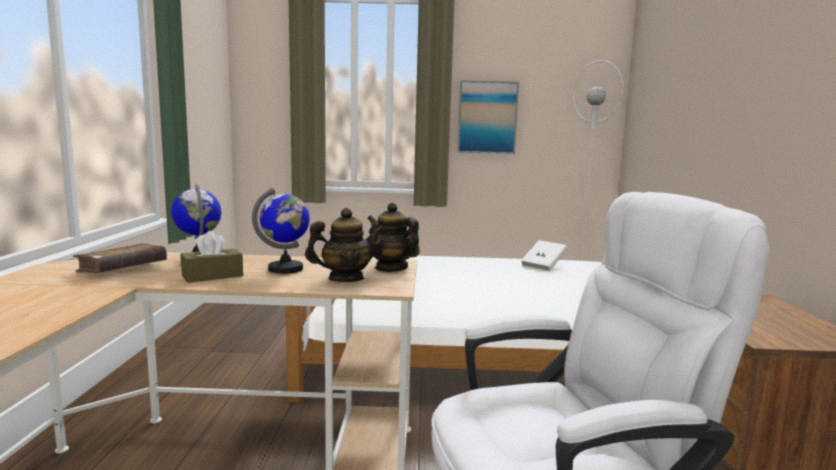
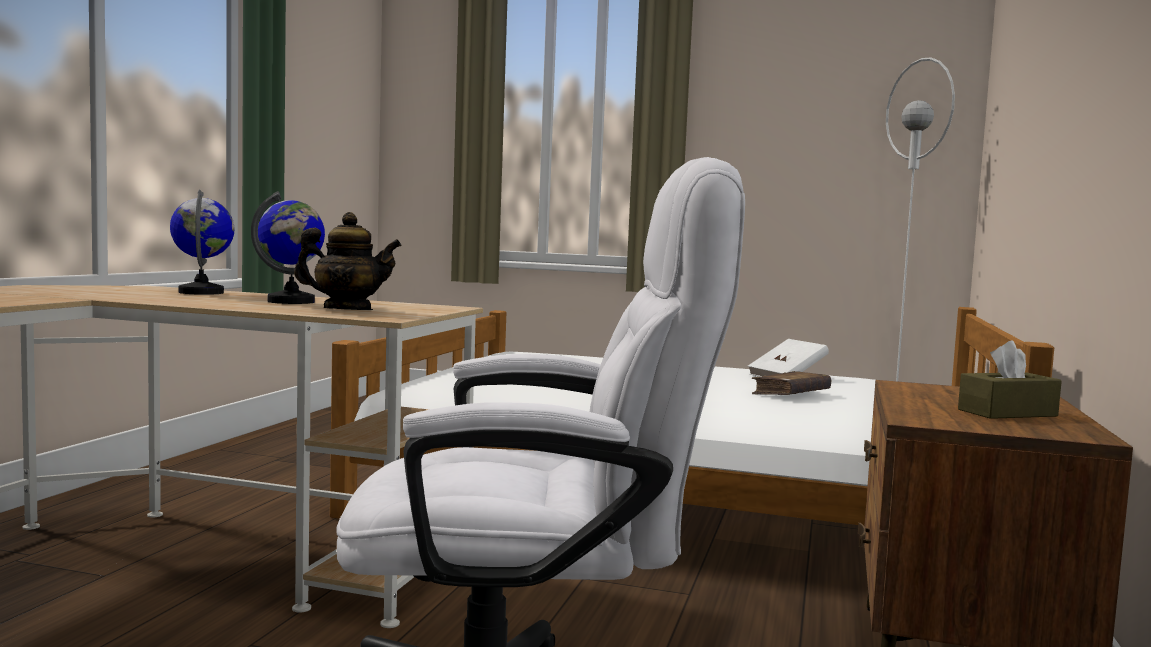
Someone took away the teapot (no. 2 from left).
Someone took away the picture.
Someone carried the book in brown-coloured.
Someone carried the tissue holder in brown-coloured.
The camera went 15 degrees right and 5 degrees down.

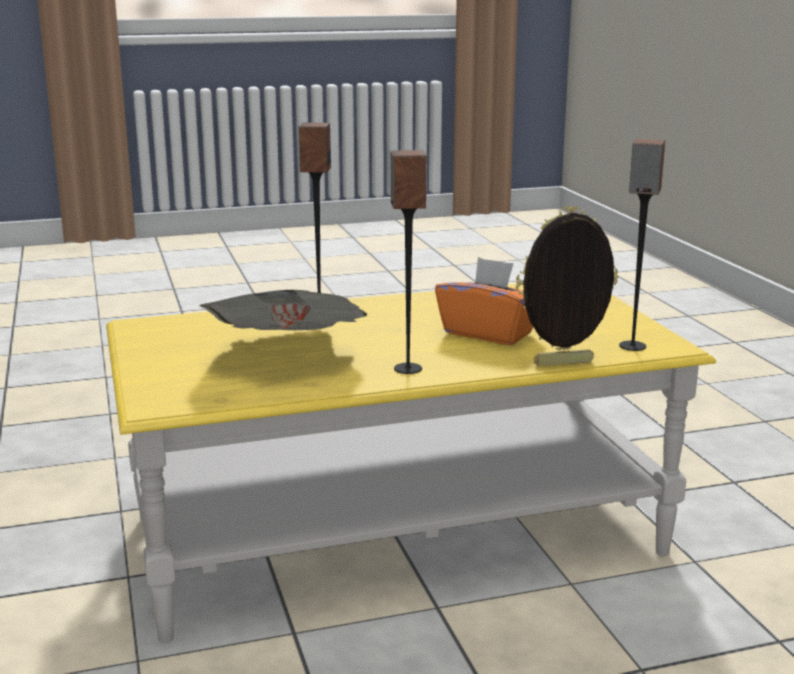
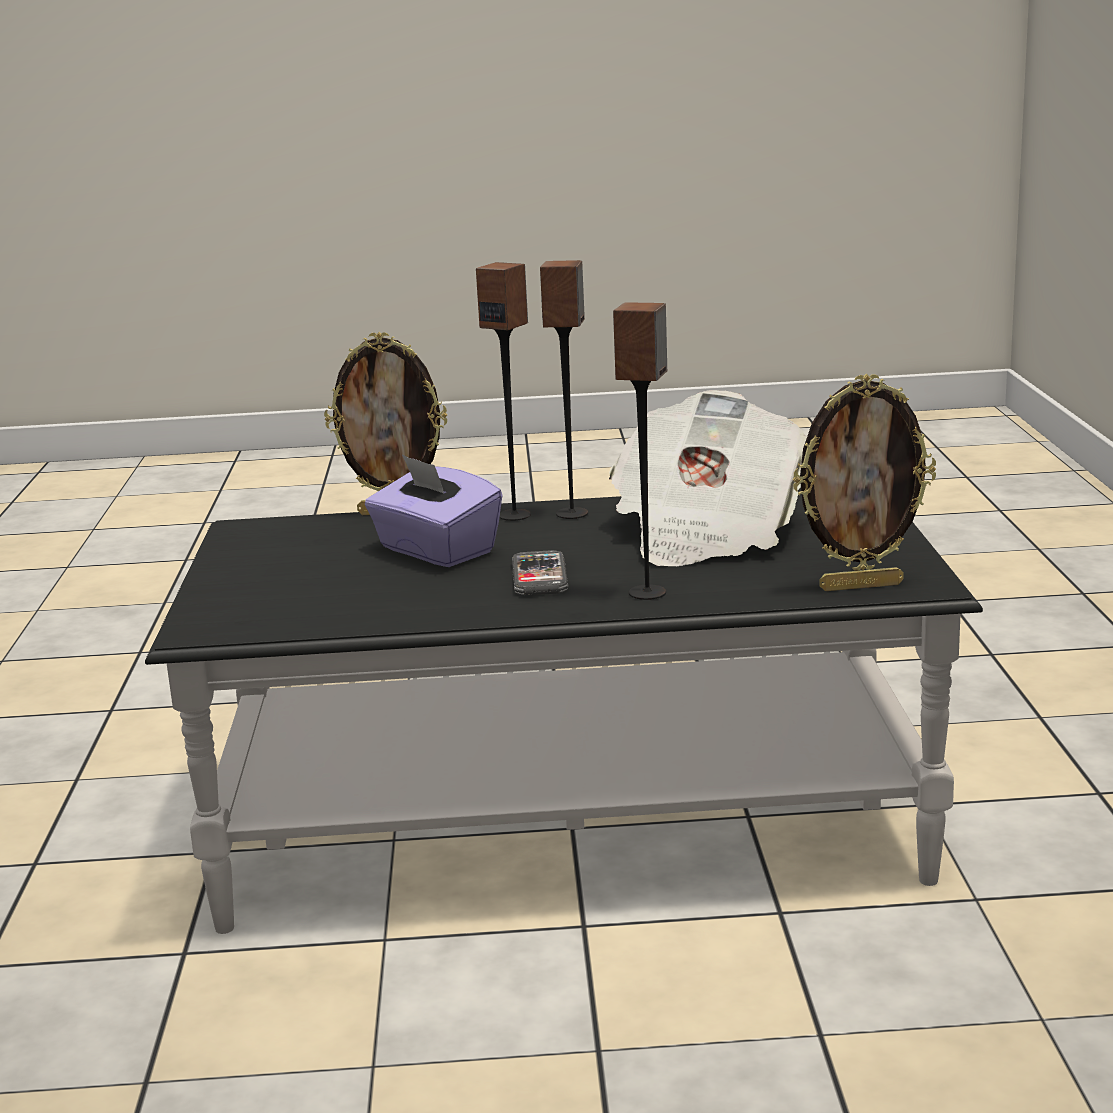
Someone put down the handset.
Someone put down the photo frame (no. 2 from left).
Someone carried the audio speaker (no. 3 from left in the first image).
Someone repainted the coffee table in yellow, which became the coffee table in black-coloured.
Someone repainted the tissue holder in orange, which became the tissue holder in purplish.
The camera went 165 degrees left and 0 degrees up.

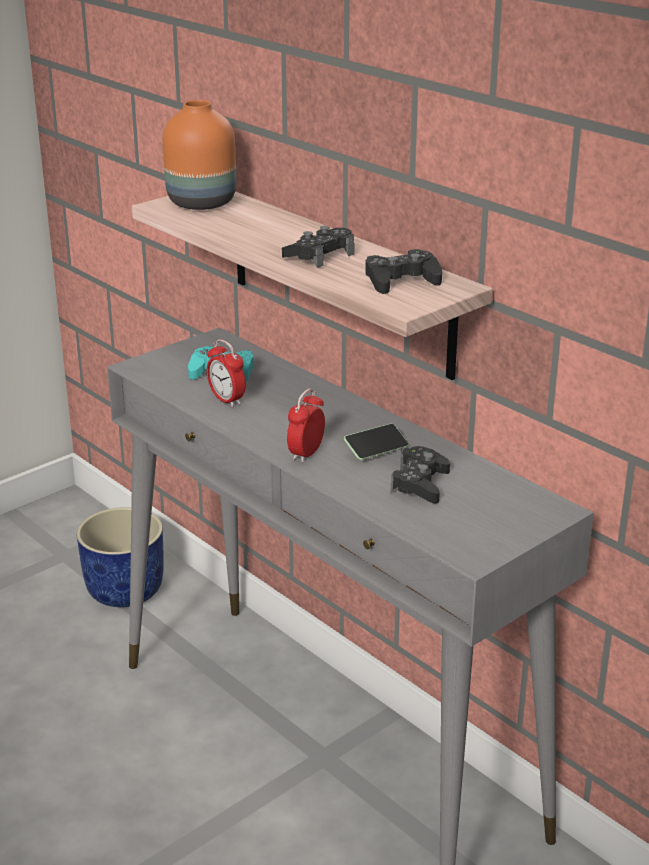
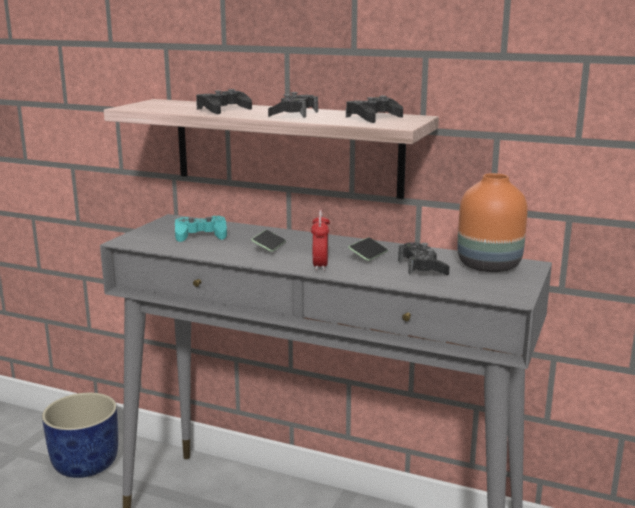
Someone took away the alarm clock (no. 1 from left).
Someone put down the gamepad in black-coloured (no. 1 from left).
Someone put down the handset (no. 1 from left).
Someone carried the vase in orange.
The camera went 25 degrees left and 10 degrees down.

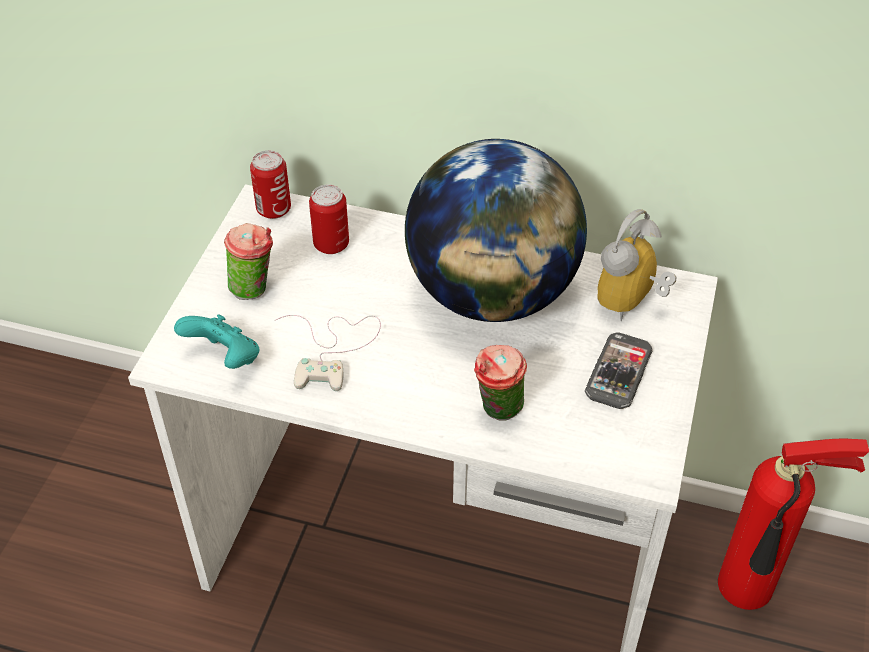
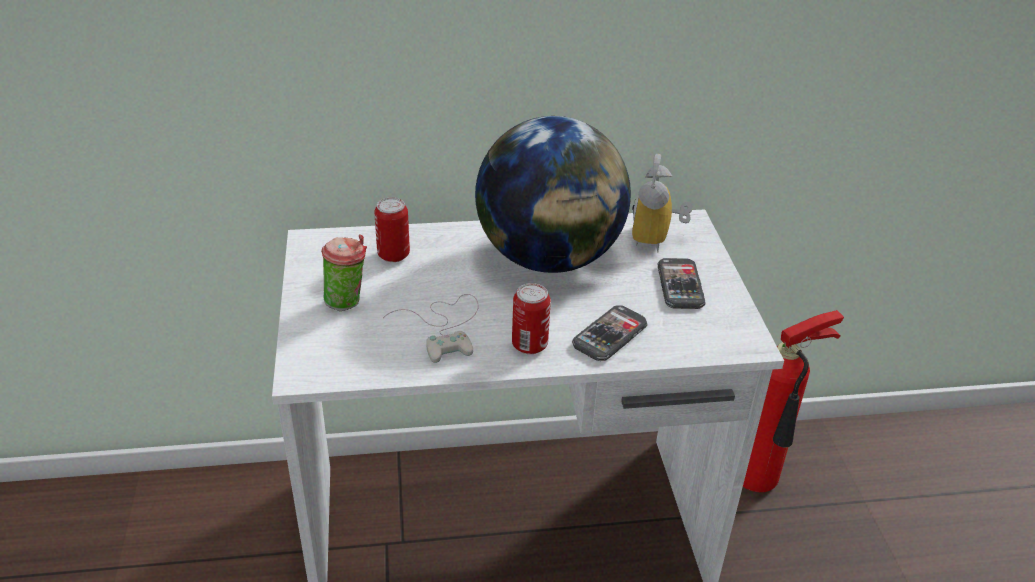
Someone took away the gamepad in turquoise.
Someone carried the sealed can (no. 1 from left in the first image).
Someone swapped the cup (no. 2 from left) for the handset (no. 1 from left).
The camera went 25 degrees left and 10 degrees down.

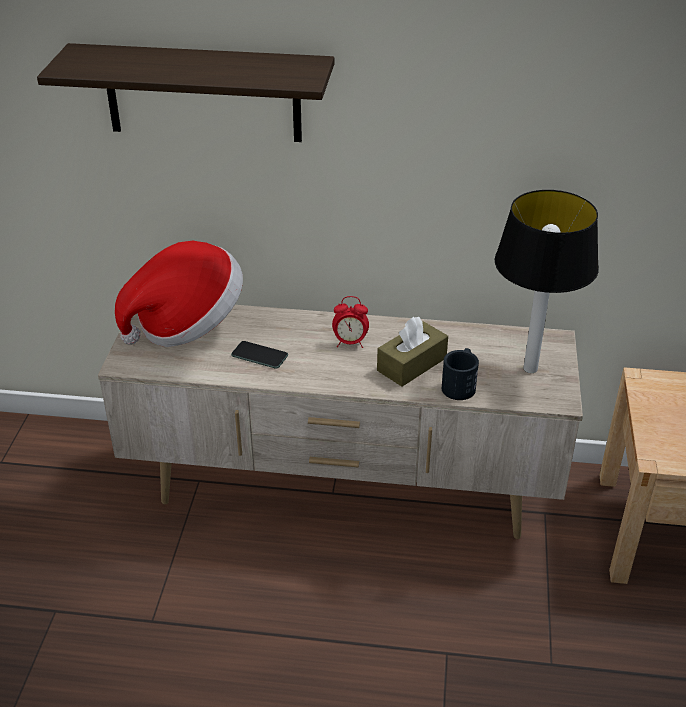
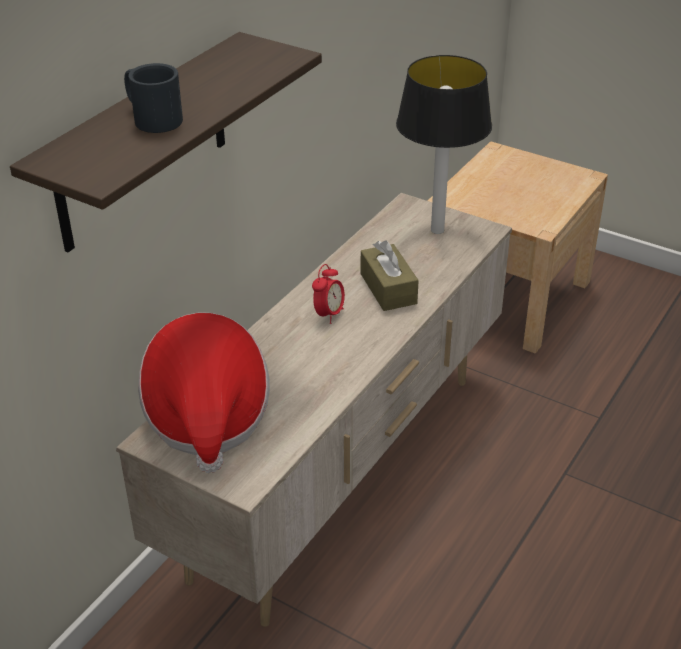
Someone took away the handset.
Someone carried the mug in black-coloured.
The camera went 65 degrees left and 0 degrees up.

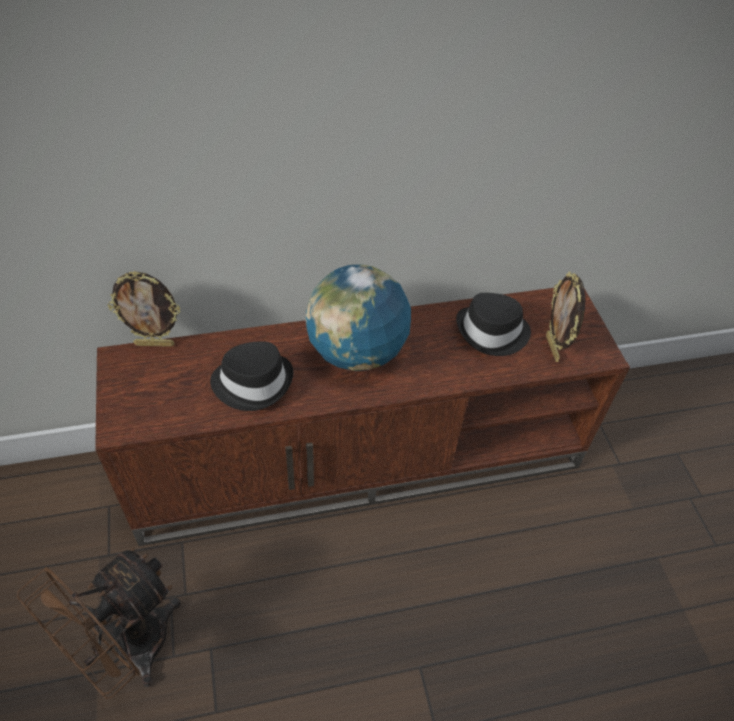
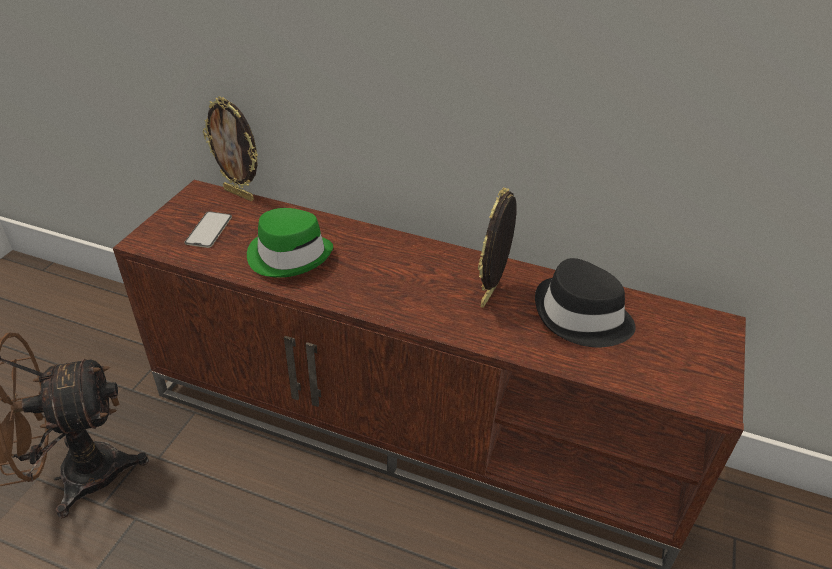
Someone took away the world globe.
Someone put down the handset.
Someone carried the photo frame (no. 2 from left).
Someone repainted the hat in black-coloured (no. 1 from left), which became the hat in green.
The camera went 35 degrees right and 10 degrees down.

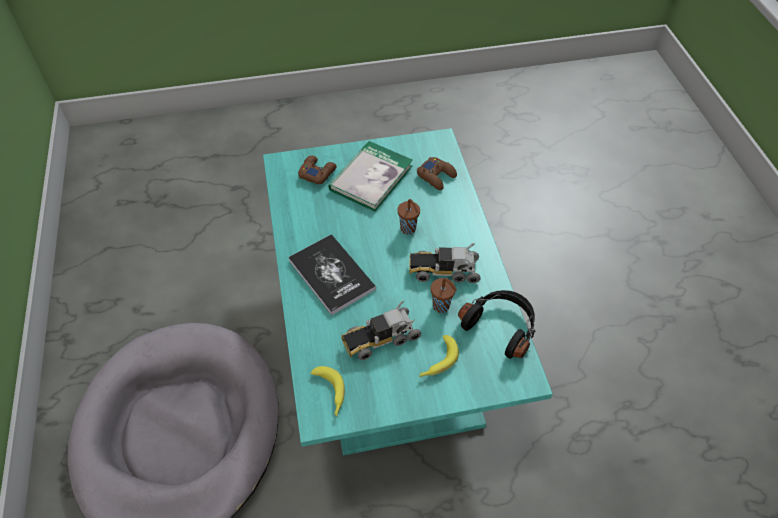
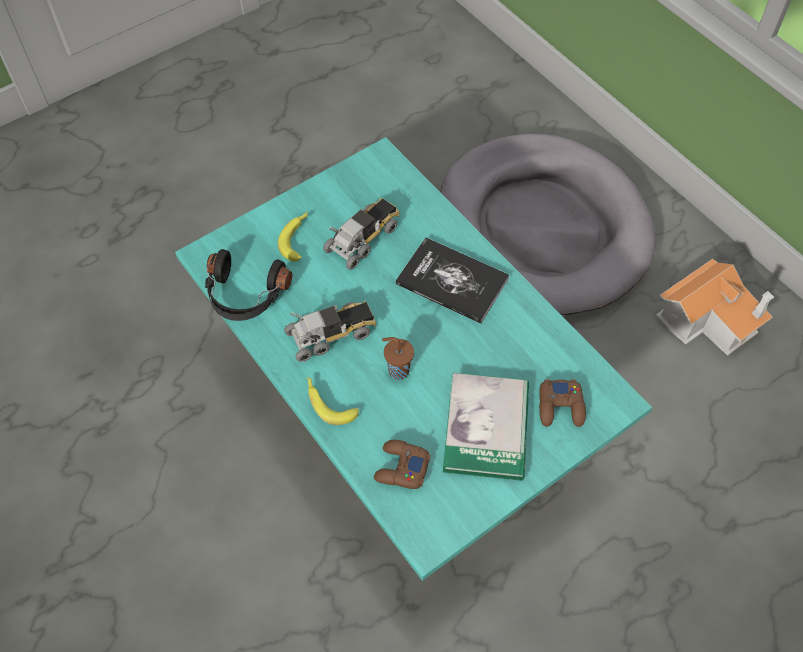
Someone took away the cup in brown-coloured (no. 2 from left).
Someone put down the miniature house.
Someone carried the whole banana (no. 1 from left in the first image).
The camera went 155 degrees right and 5 degrees up.

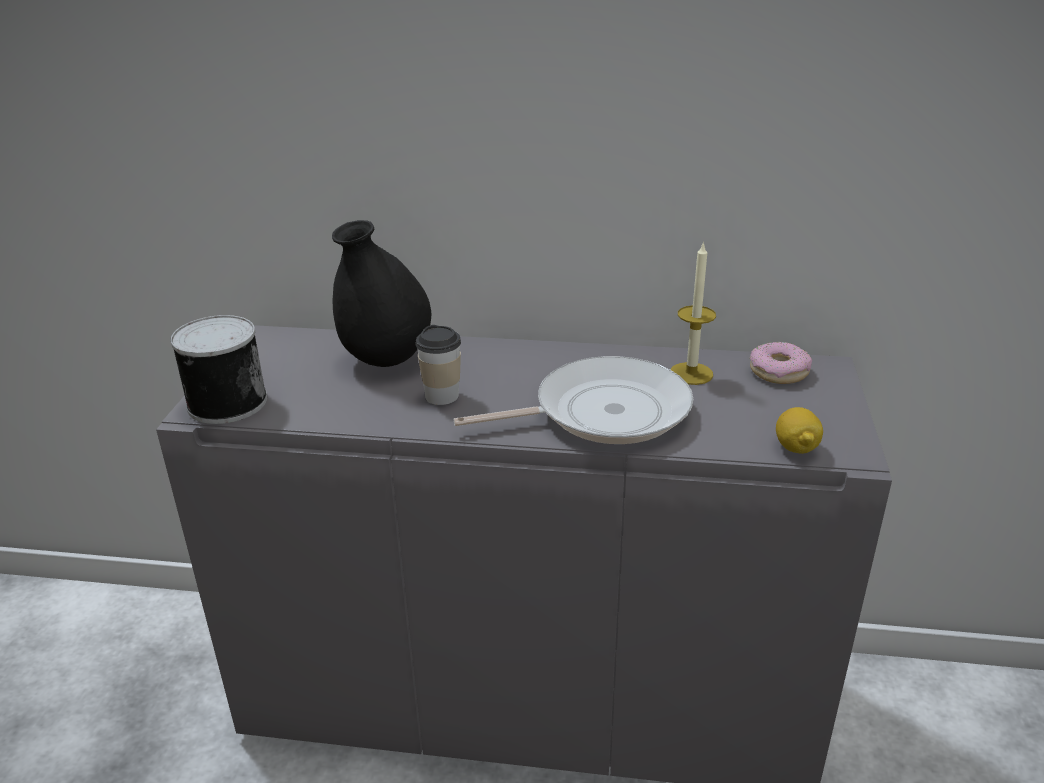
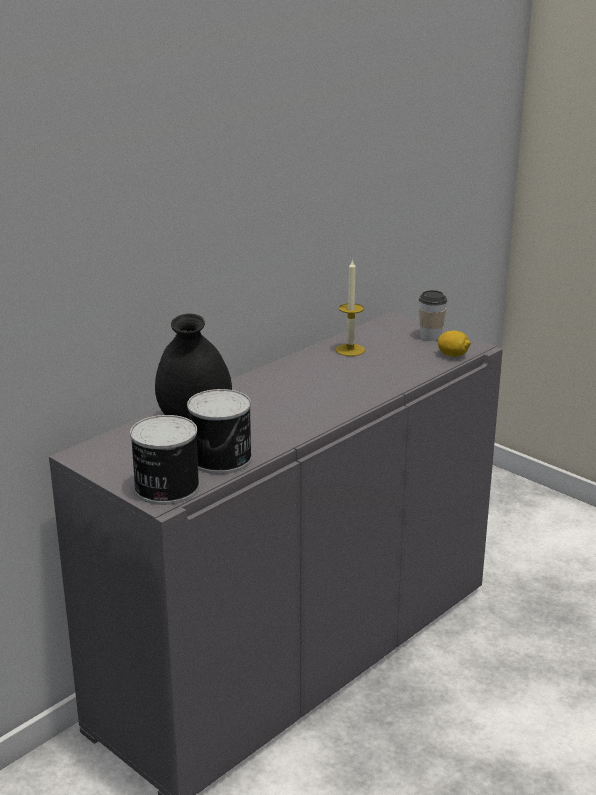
Someone took away the frying pan.
Someone took away the donut.
Someone put down the sealed can (no. 2 from left).
Someone carried the cup.
The camera went 55 degrees left and 5 degrees down.

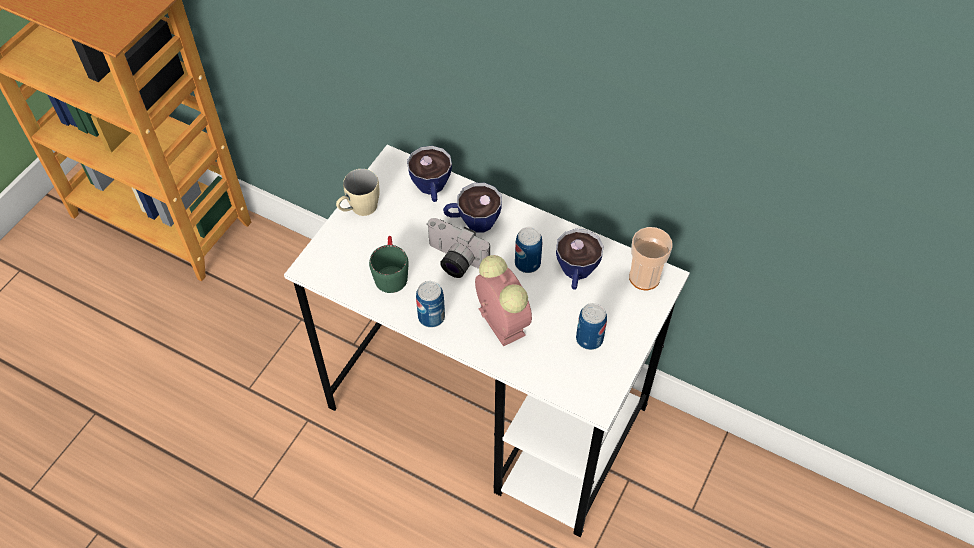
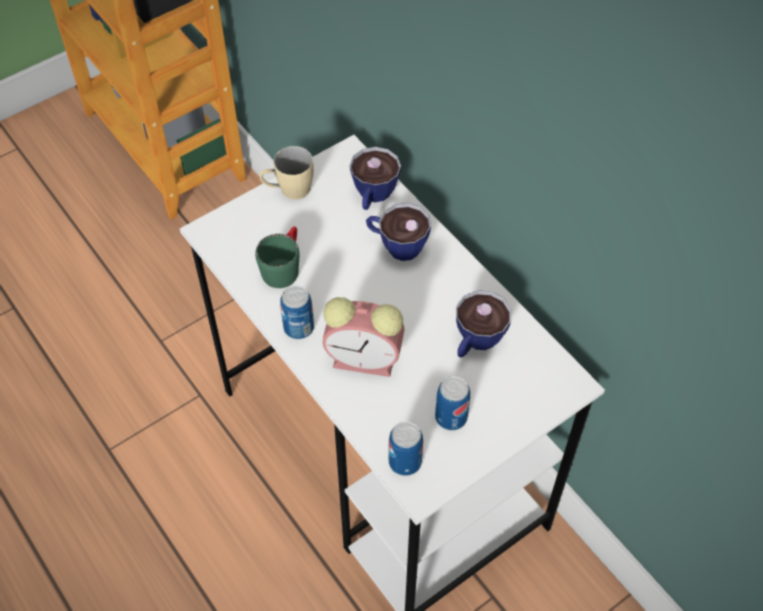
Someone took away the photo camera.
Someone took away the cup (no. 4 from left).
Someone carried the sealed can (no. 2 from left).
Someone rotated the alarm clock by 105 degrees clockwise.
The camera went 25 degrees right and 0 degrees up.

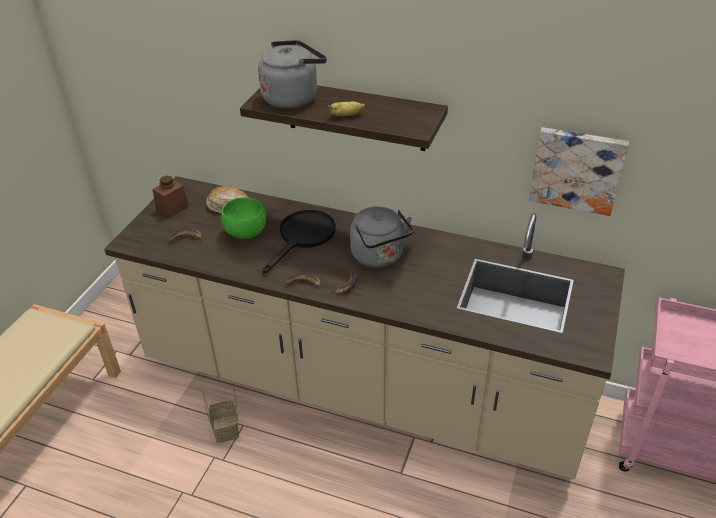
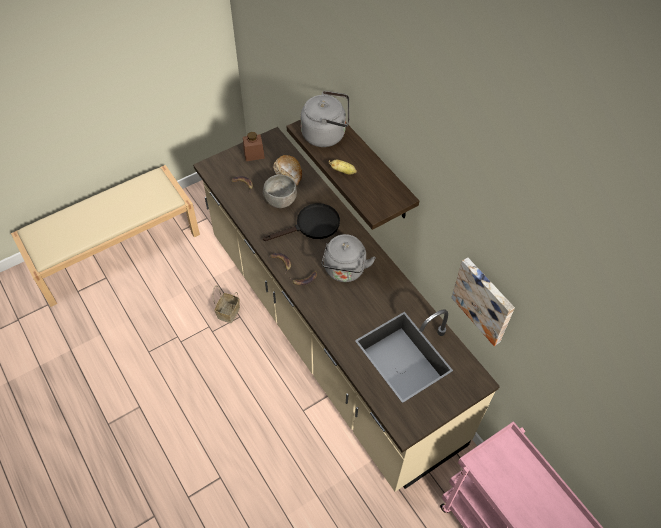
Someone repainted the serving bowl in green, which became the serving bowl in greyish.
The camera went 35 degrees right and 15 degrees up.

